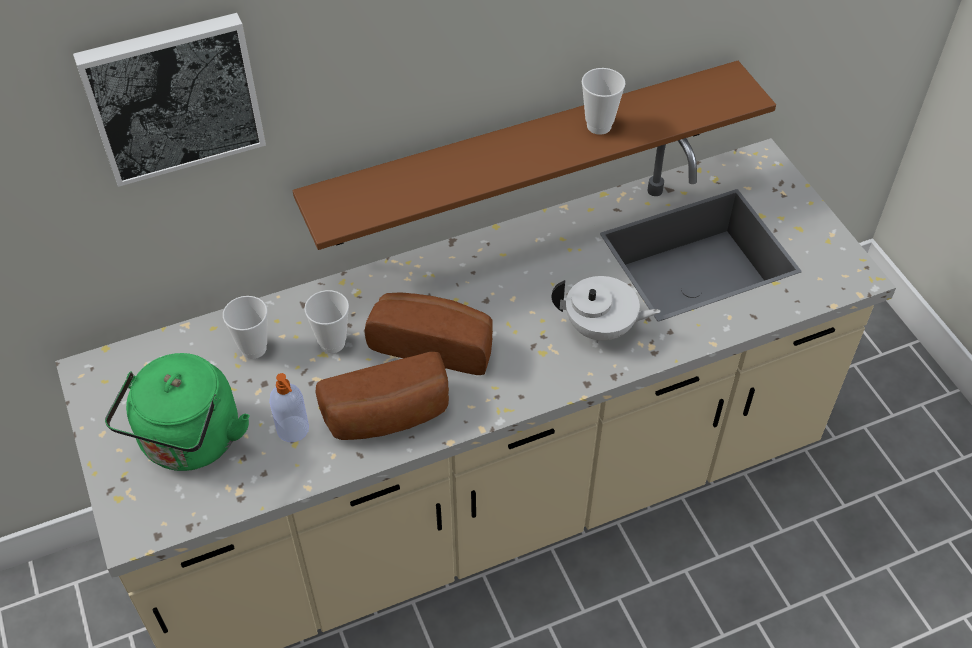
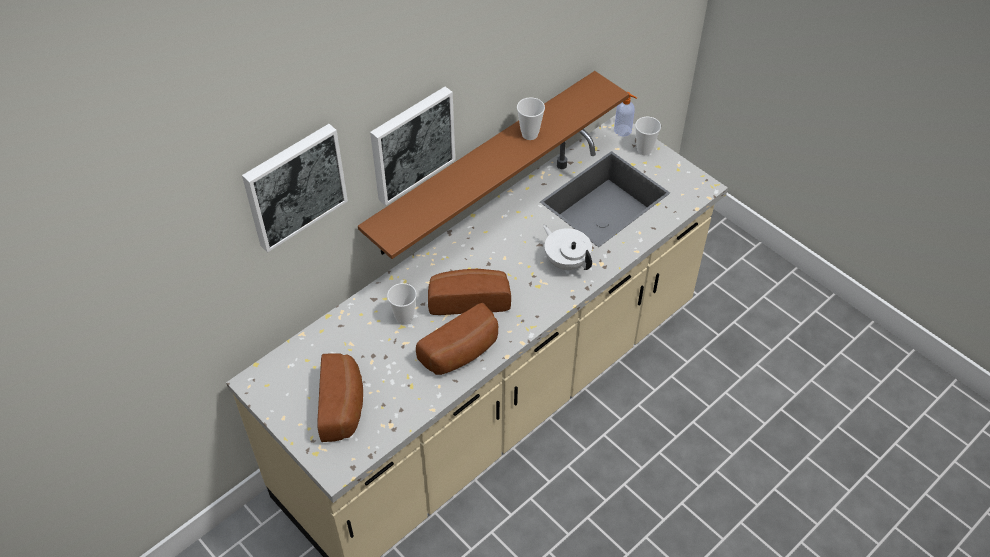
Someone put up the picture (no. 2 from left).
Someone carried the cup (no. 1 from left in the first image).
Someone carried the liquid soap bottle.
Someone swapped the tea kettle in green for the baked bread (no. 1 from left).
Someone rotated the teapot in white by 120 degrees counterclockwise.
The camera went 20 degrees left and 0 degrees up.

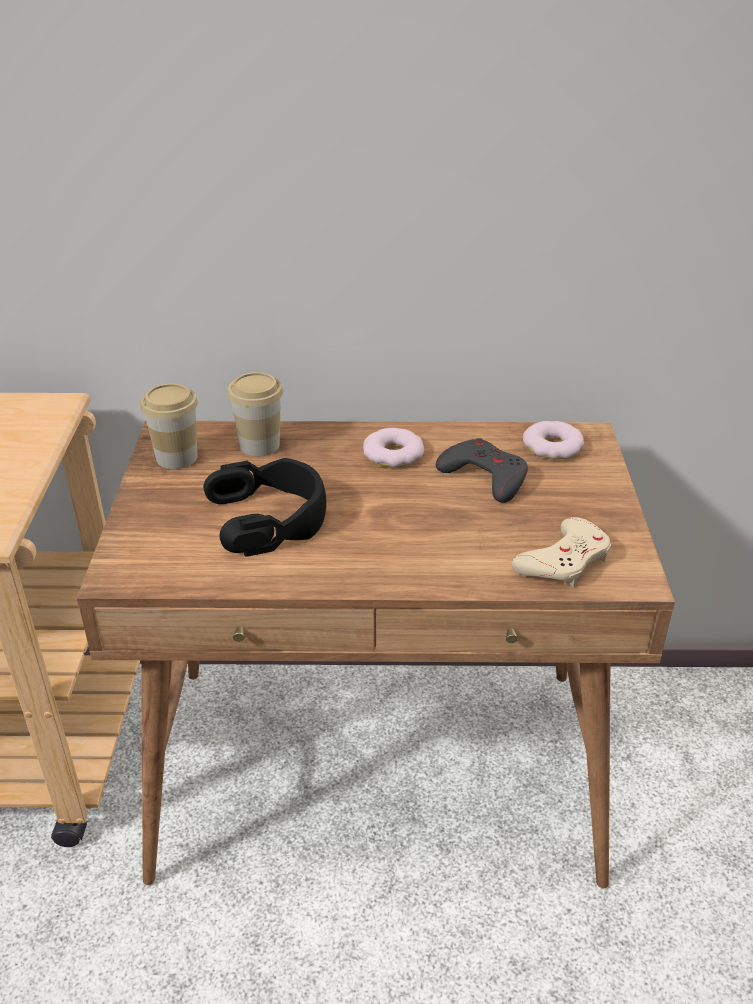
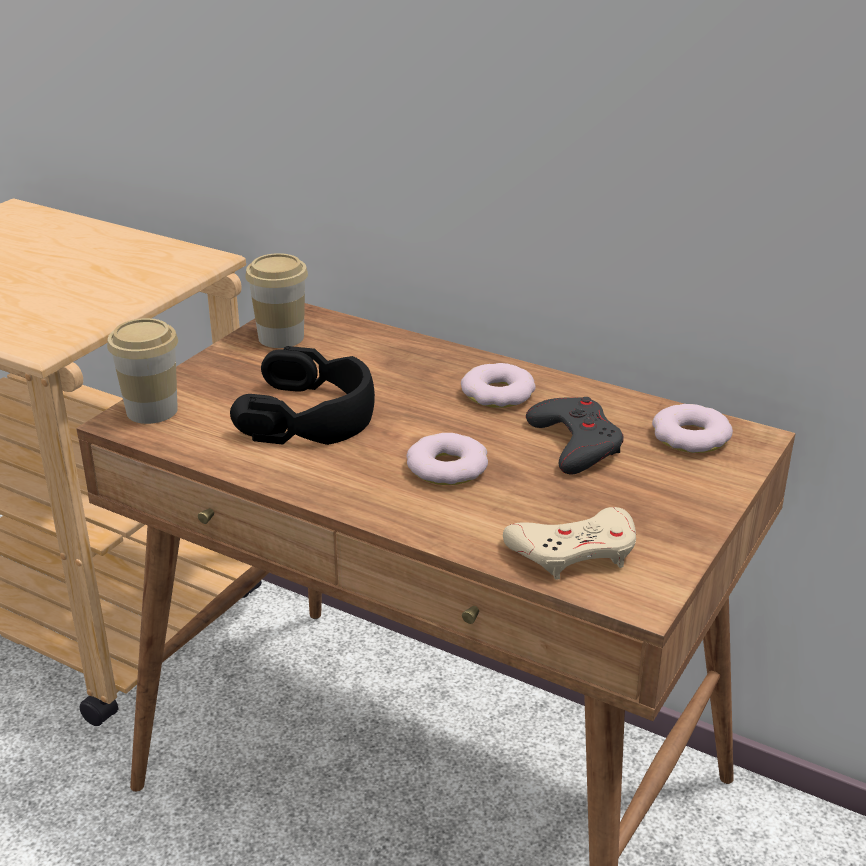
Someone put down the donut (no. 1 from left).
Someone carried the cup (no. 2 from left in the first image).
The camera went 30 degrees right and 5 degrees down.

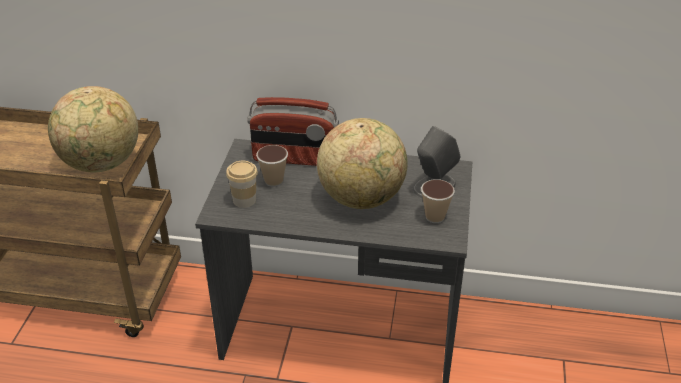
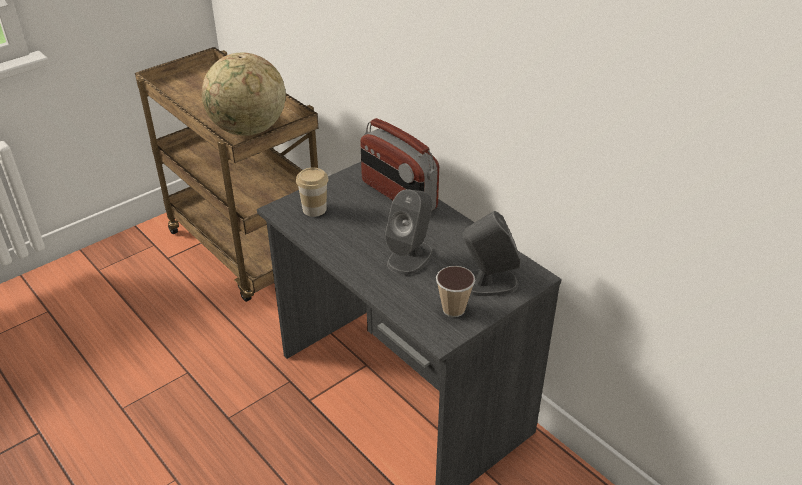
Someone took away the cup (no. 2 from left).
Someone swapped the world globe (no. 2 from left) for the audio speaker in greyish (no. 1 from left).
The camera went 40 degrees right and 0 degrees up.

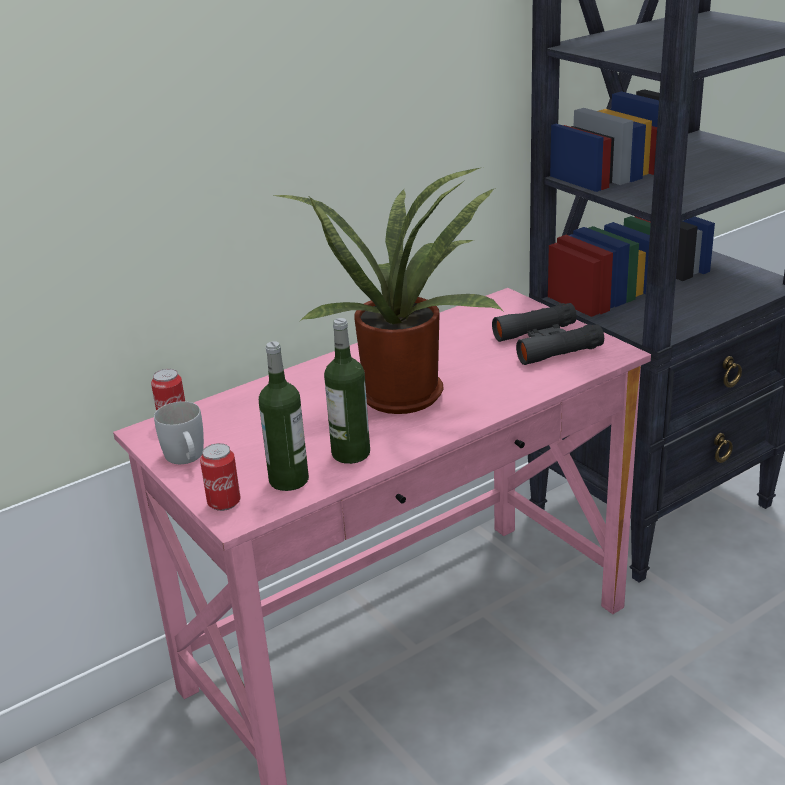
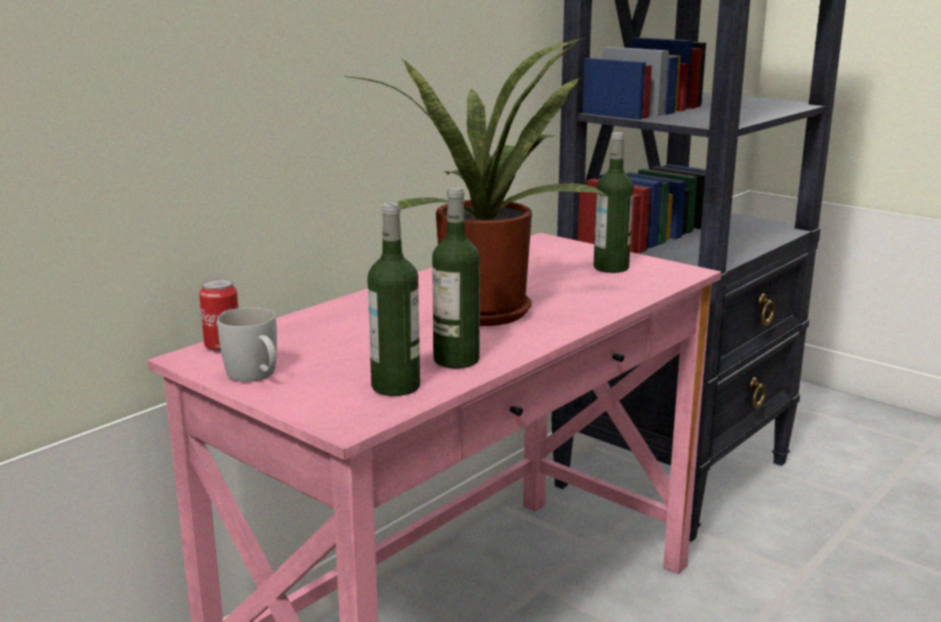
Someone took away the sealed can (no. 2 from left).
Someone swapped the pair of binoculars in black-coloured for the bottle (no. 3 from left).
The camera went 15 degrees left and 10 degrees down.

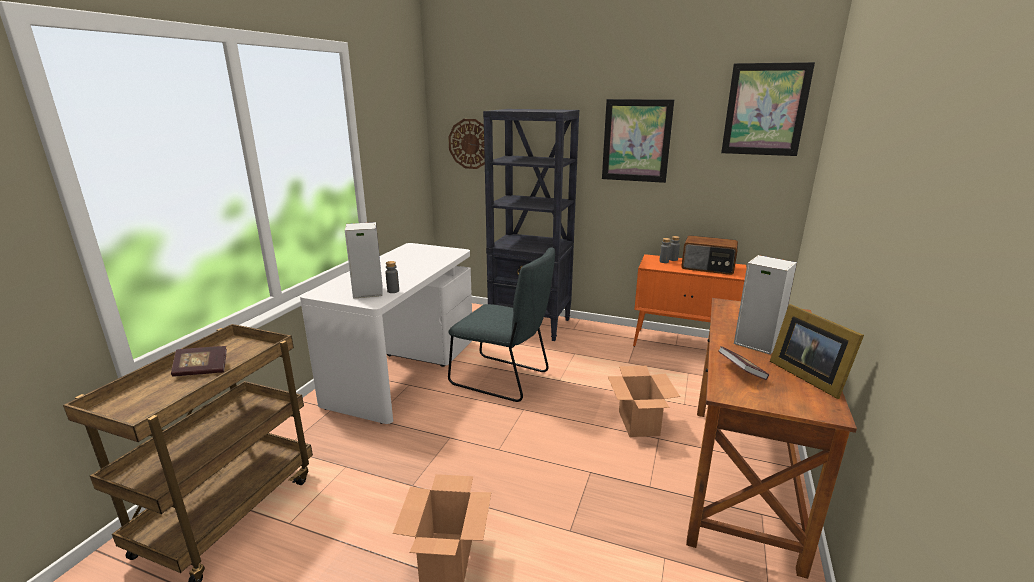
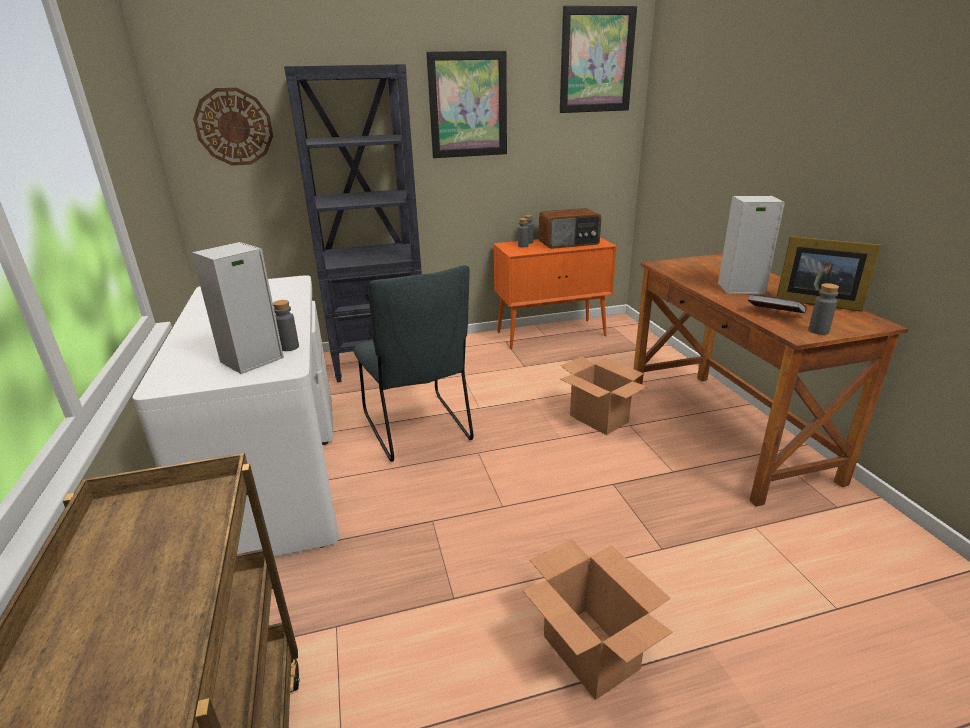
Someone took away the book (no. 1 from left).
Someone put down the bottle in greyish (no. 4 from left).
Someone rotated the chair in greyish by 75 degrees clockwise.
The camera went 35 degrees left and 5 degrees up.

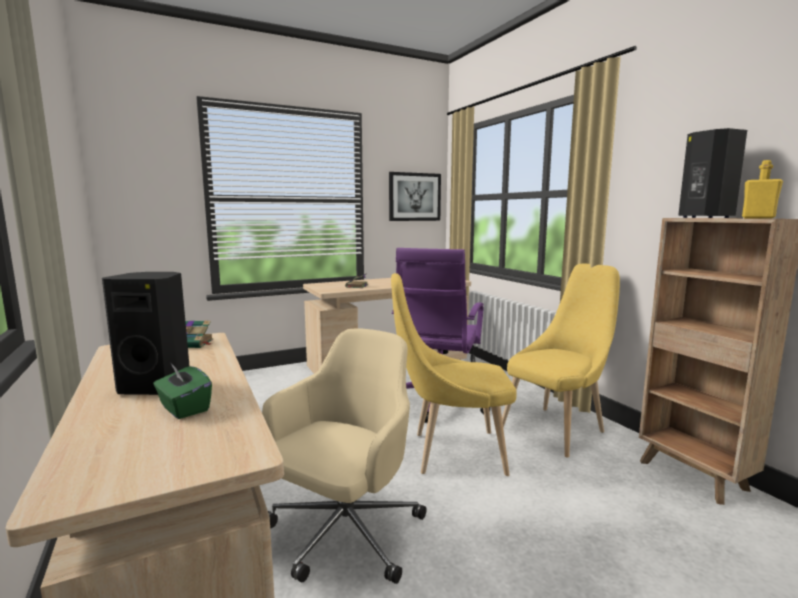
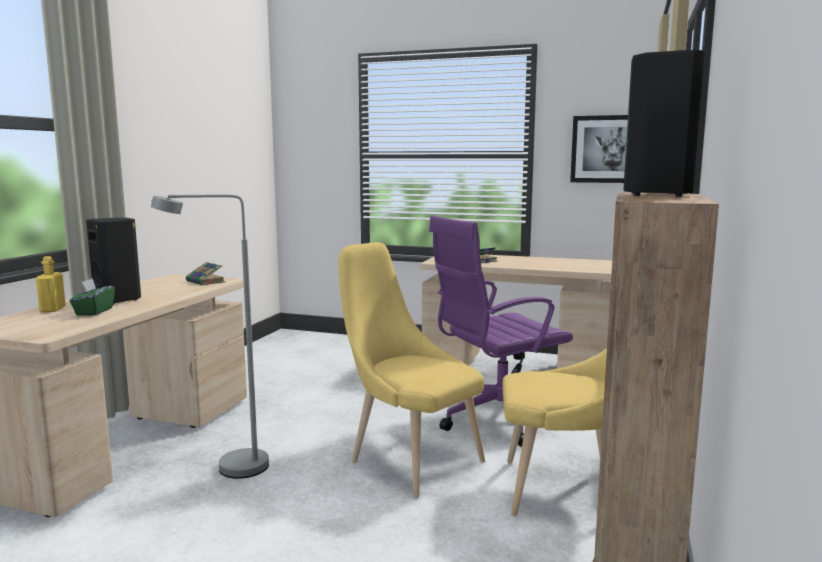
Someone carried the bottle in yellow.
Someone swapped the computer chair in beige for the standing lamp in greyish.
The camera went 45 degrees right and 0 degrees up.

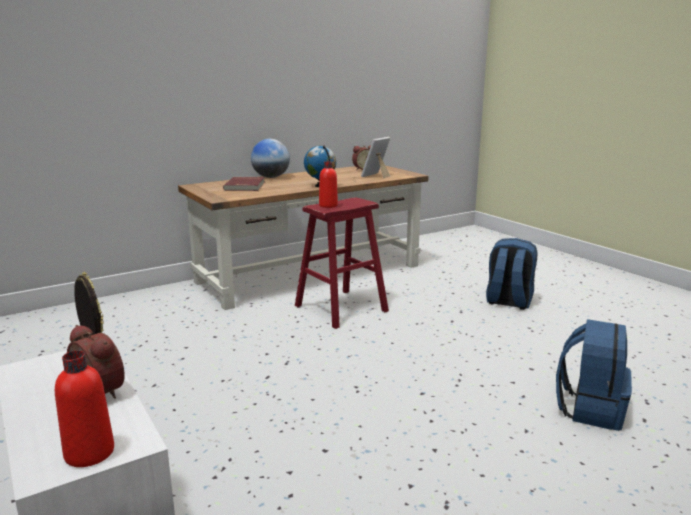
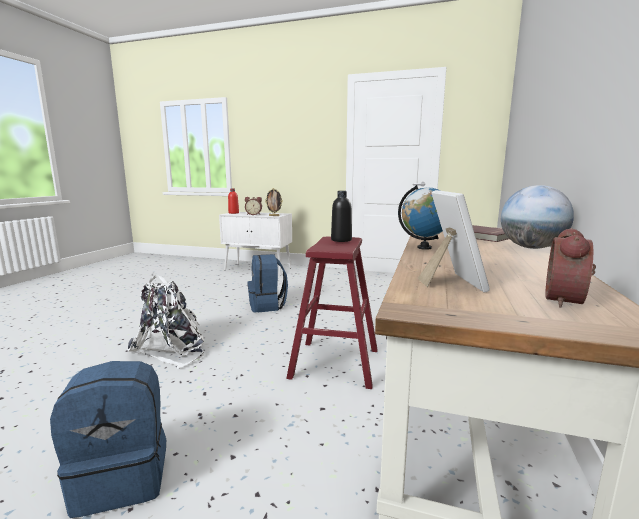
Someone put down the knapsack in white.
Someone carried the knapsack in bluish (no. 2 from left).
Someone repainted the bottle in reddish (no. 2 from left), which became the bottle in black-coloured.
The camera went 140 degrees right and 5 degrees down.

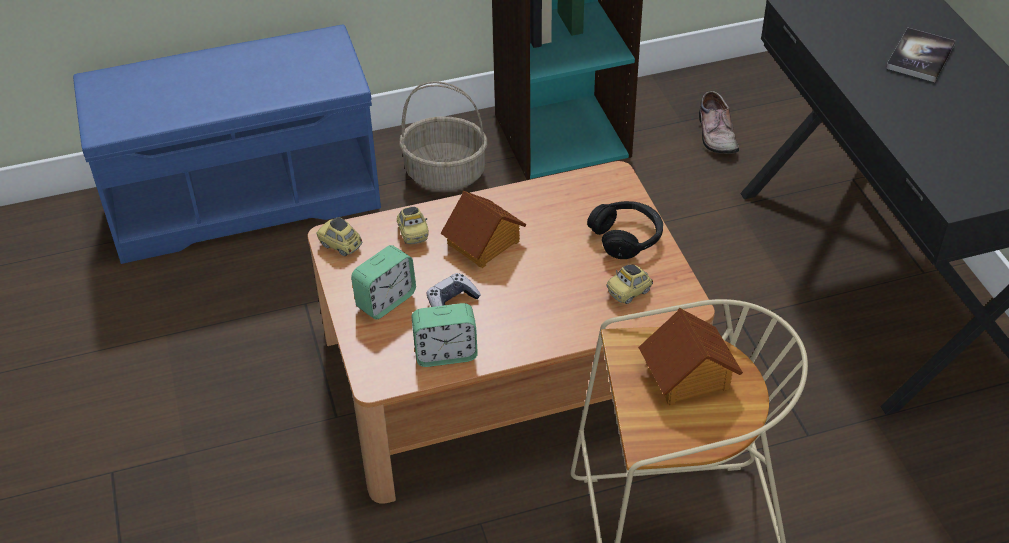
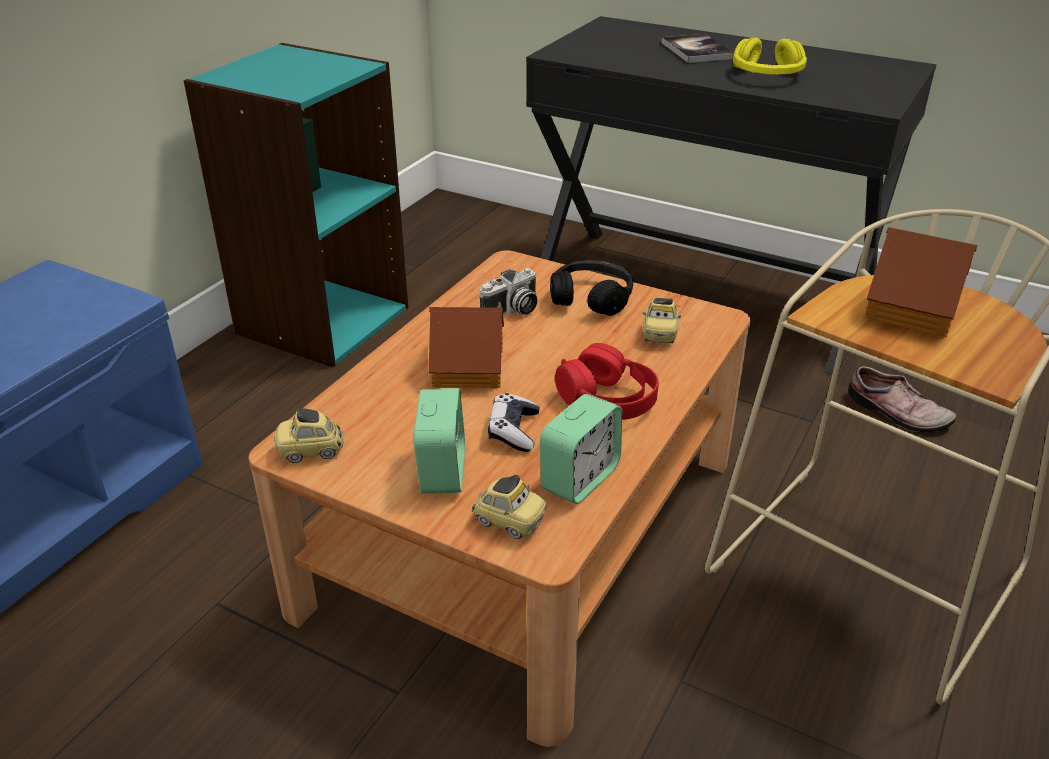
Someone took away the household basket.
Someone put down the photo camera.
Someone put down the pair of headphones in reddish.
Someone put down the pair of headphones in yellow.
Someone carried the miniature car (no. 2 from left).
Someone carried the low shoe.
The camera went 45 degrees left and 10 degrees down.

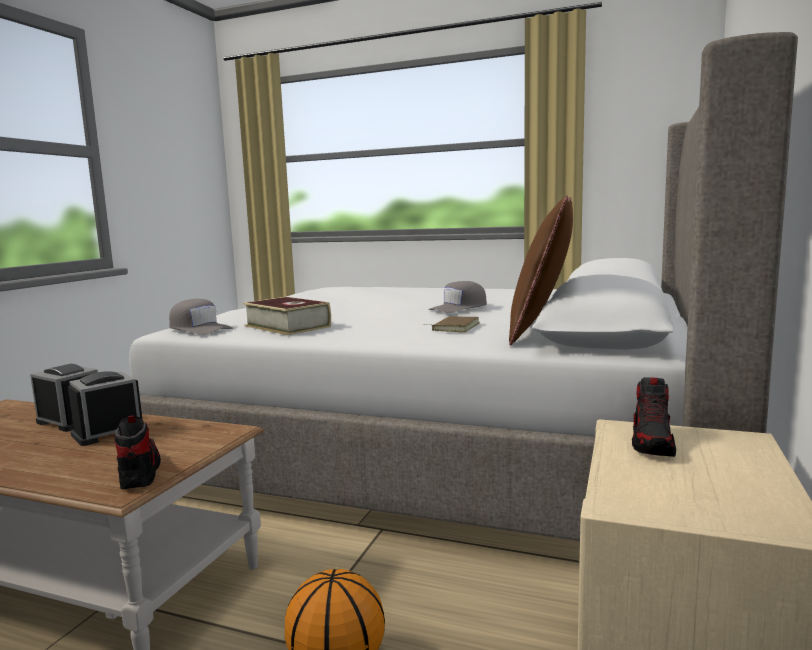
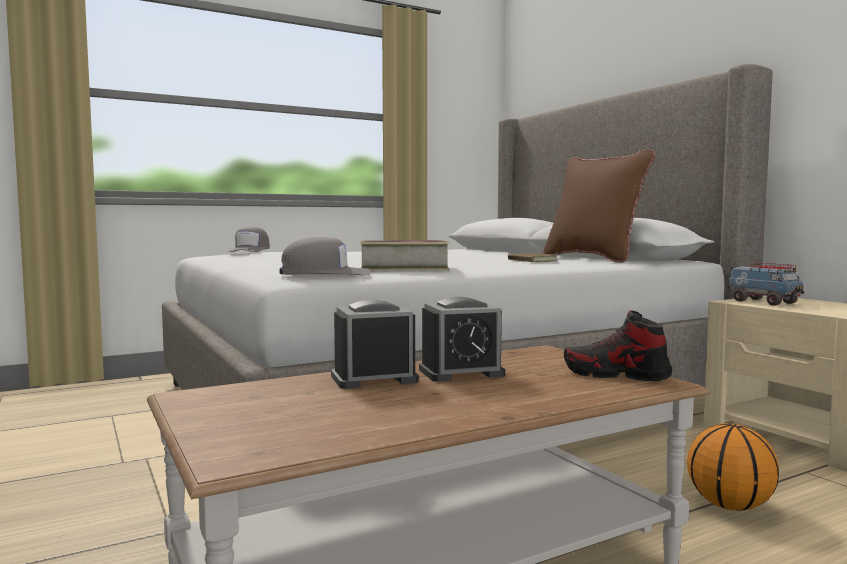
Someone carried the cap in greyish (no. 2 from left in the first image).
Someone swapped the low shoe (no. 2 from left) for the model truck.
Someone rotated the alarm clock (no. 2 from left) by 105 degrees counterclockwise.
The camera went 50 degrees left and 5 degrees down.

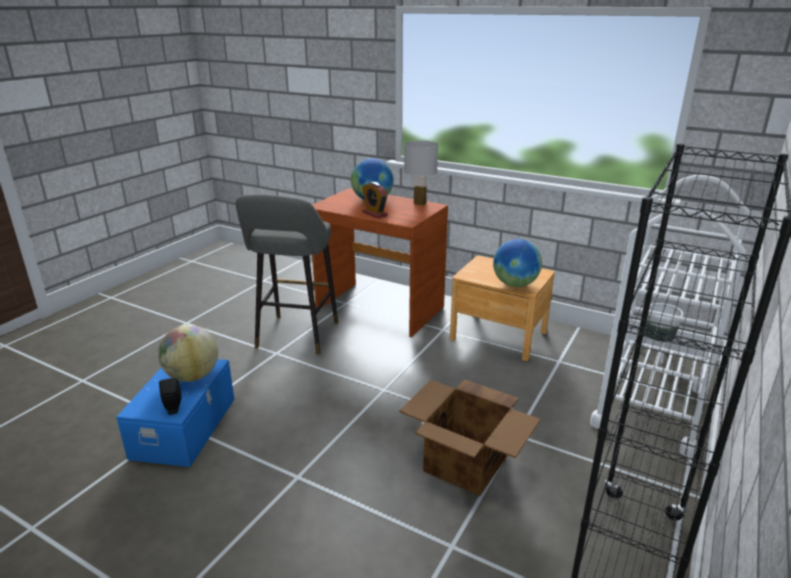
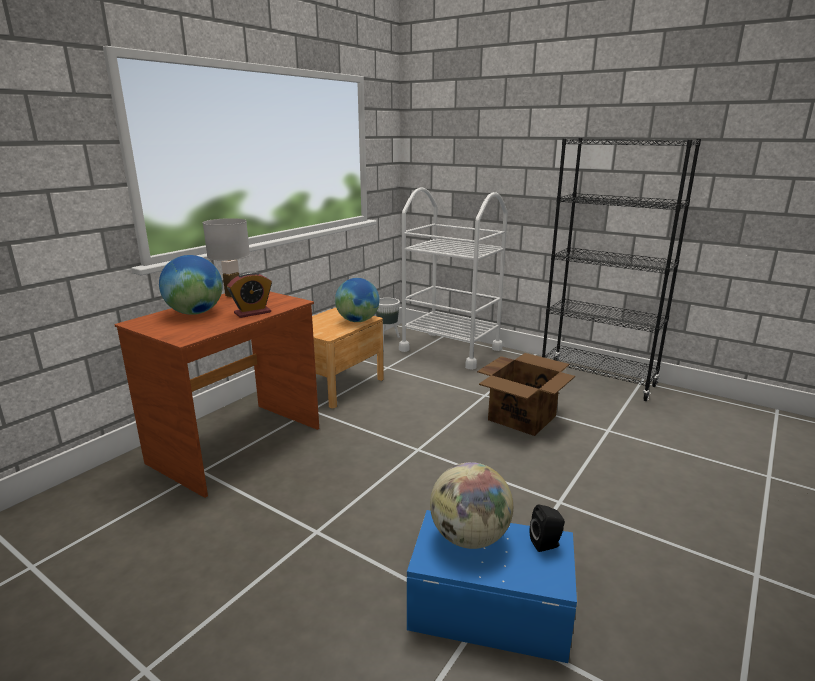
Someone took away the stool seat in greyish.
The camera went 85 degrees left and 5 degrees down.

